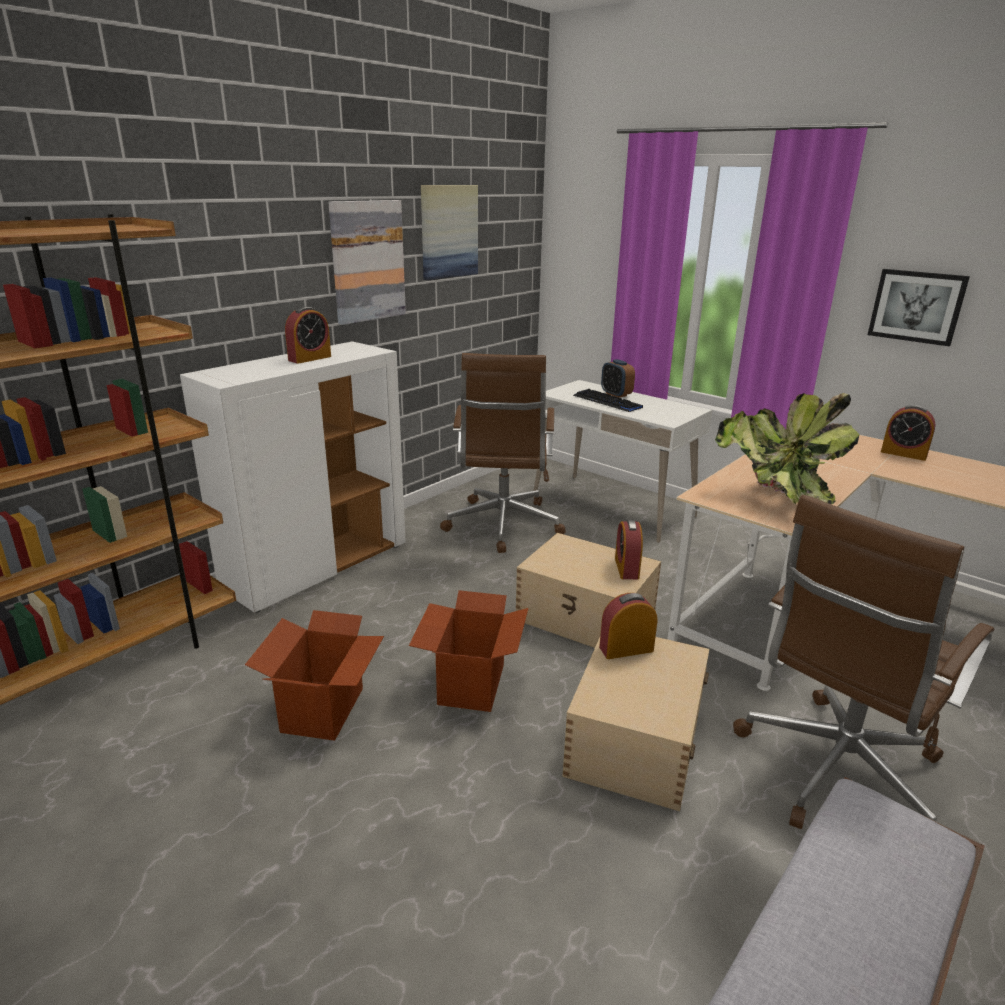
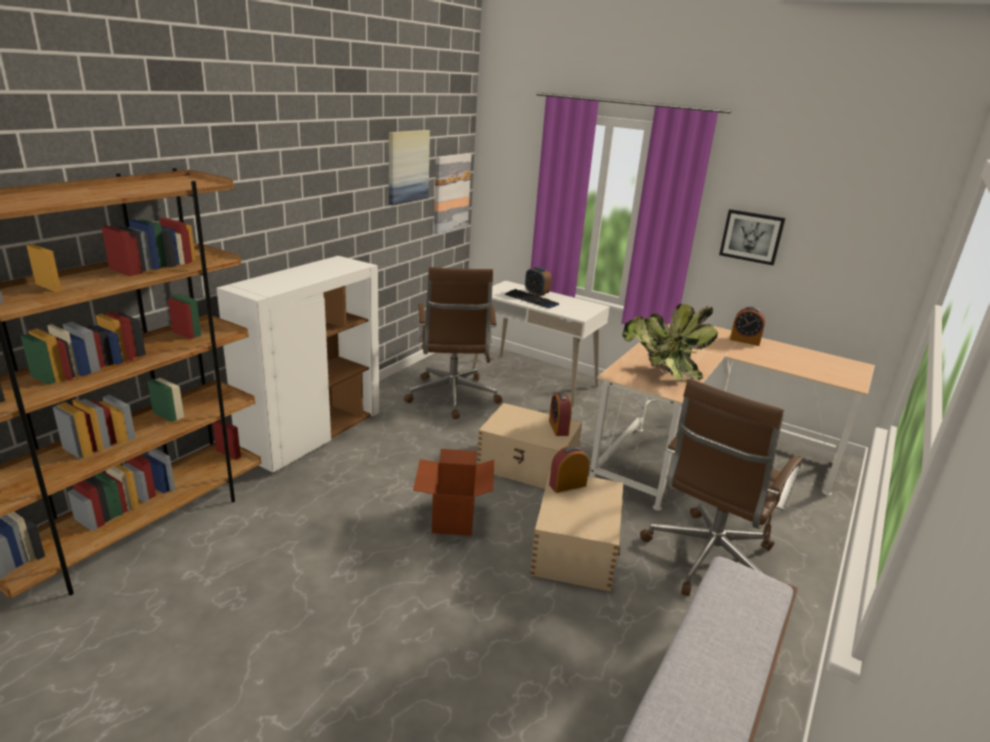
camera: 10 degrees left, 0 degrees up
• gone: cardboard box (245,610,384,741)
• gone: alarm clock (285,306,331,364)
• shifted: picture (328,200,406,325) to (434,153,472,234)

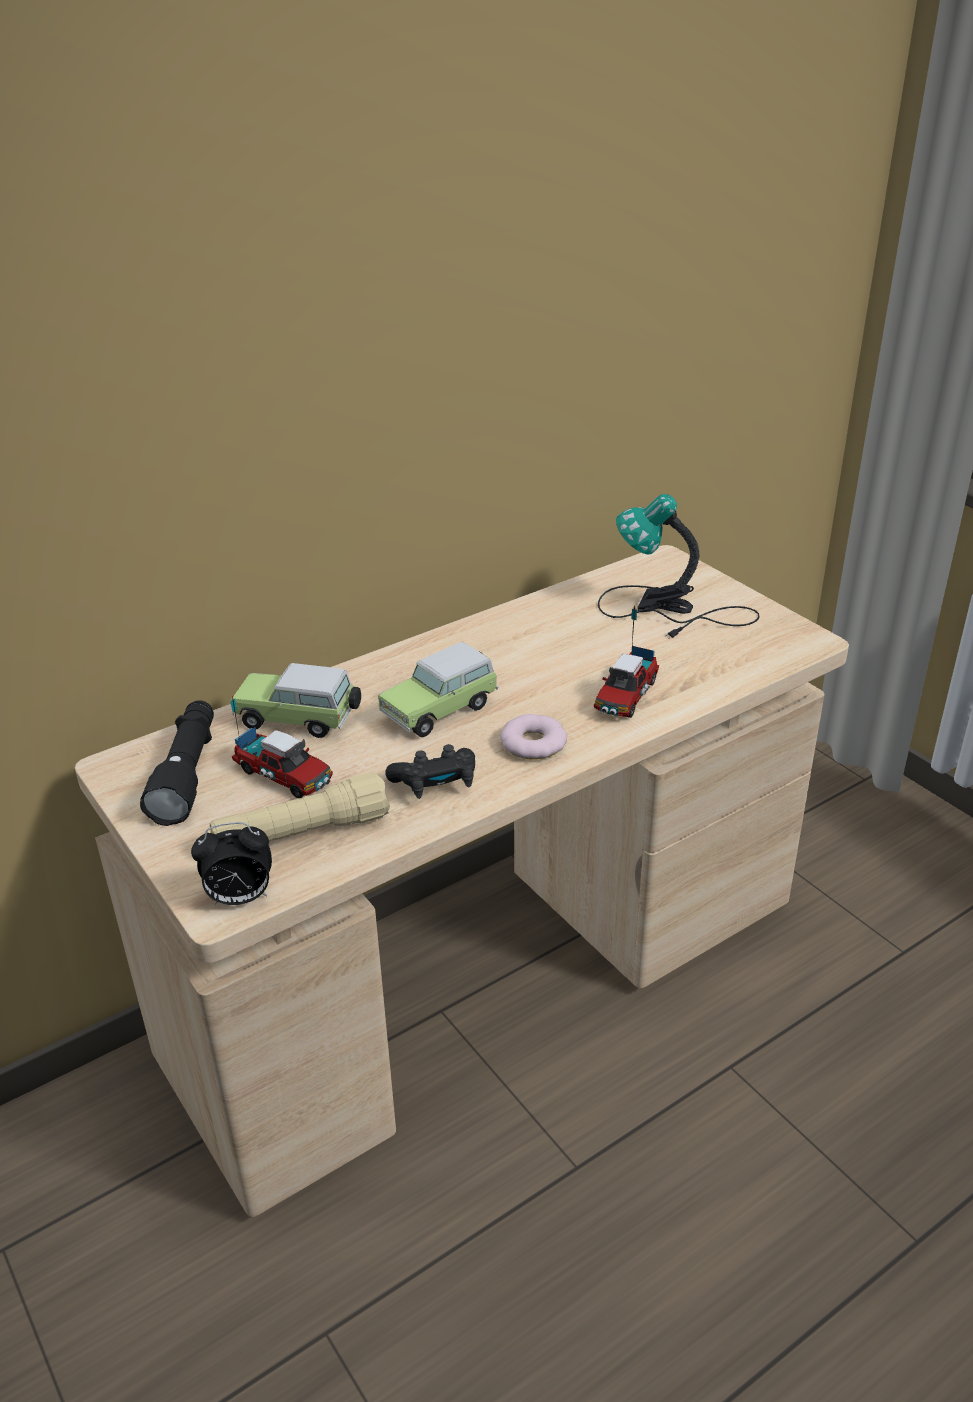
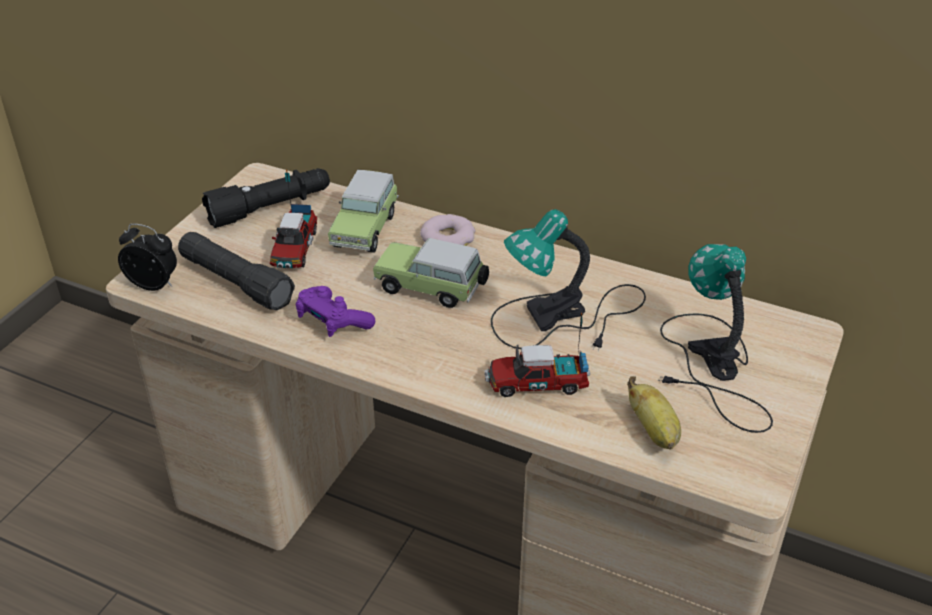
camera: 60 degrees right, 5 degrees up
• rotated: alarm clock (191,822,272,905) = (118,223,177,291) 150 degrees clockwise
• repainted: flashlight in beige (210,772,390,842) to flashlight in black (178,232,295,310)
• rotated: toy car (230,663,361,738) = (328,170,399,253) 150 degrees counterclockwise
• repainted: game controller in black (385,744,475,799) to game controller in purple (296,286,375,337)
• shifted: donut (500,714,567,760) to (420,214,475,246)
• new: table lamp (491,209,646,351)
• new: banana (627,376,681,449)

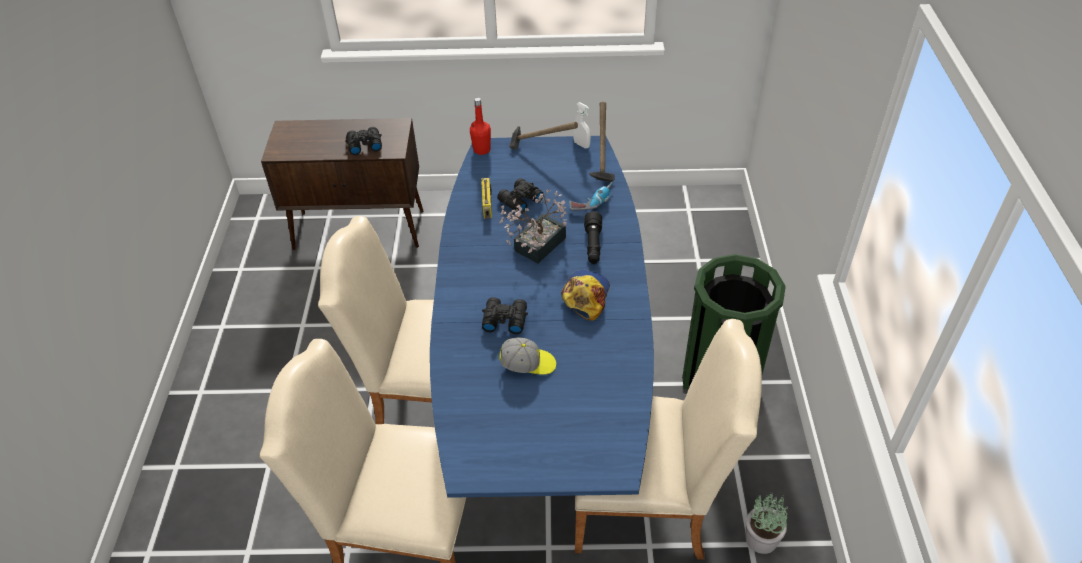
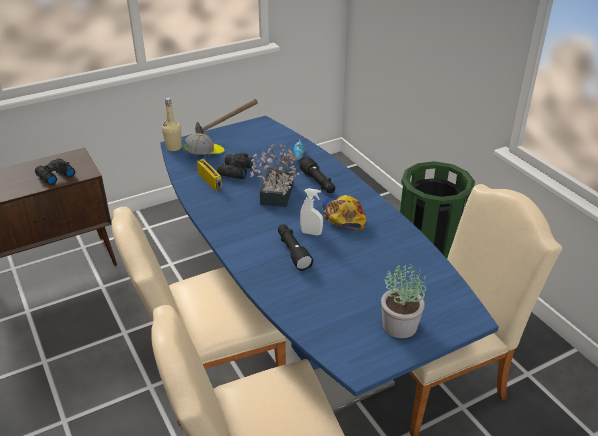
camera: 30 degrees left, 10 degrees down
• repainted: bottle in red (470,98,491,155) to bottle in beige (162,97,182,151)
• swapped: binoculars in black (482,297,528,334) to flashlight in black (278,224,313,271)
• shifted: cap (499,337,556,375) to (184,133,225,155)
• shifted: spray bottle in white (573,102,591,148) to (300,188,323,235)
• gone: hammer (589,102,614,182)
• shifted: potted plant (745,492,788,554) to (381,260,426,338)

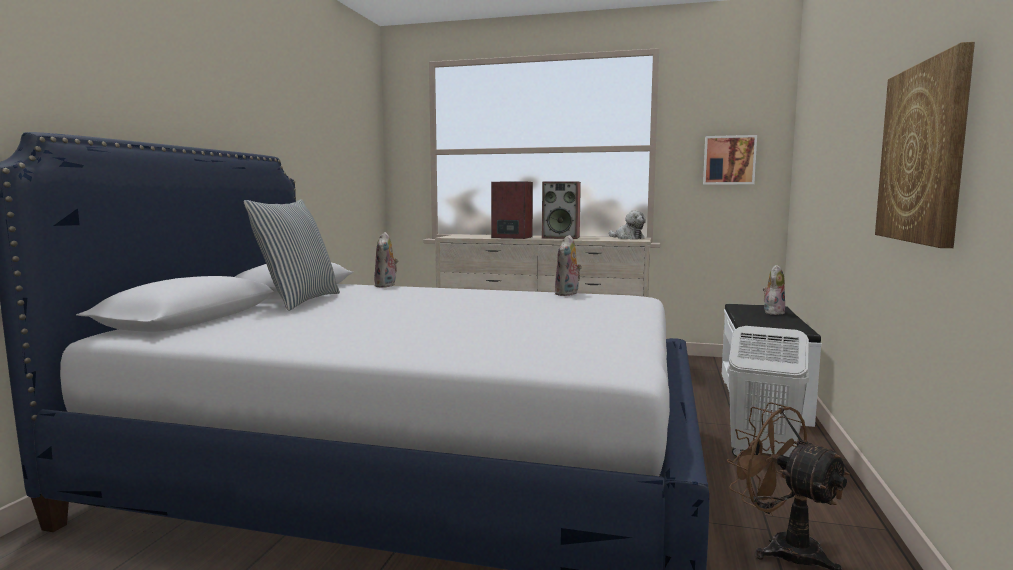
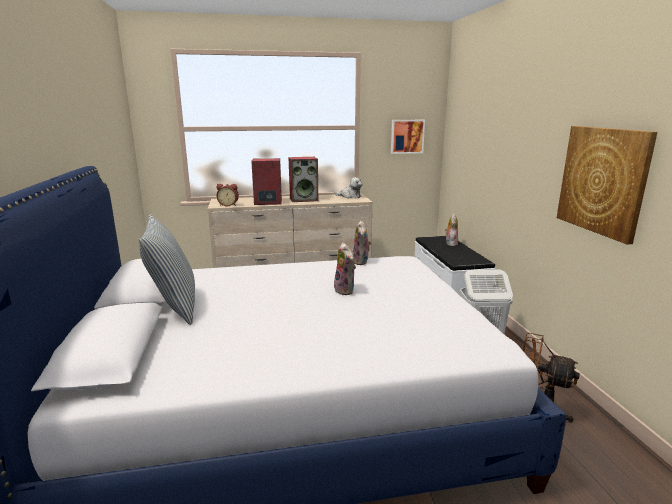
camera: 25 degrees left, 10 degrees up
• shifted: plush toy (374,232,398,288) to (334,242,356,295)
• new: alarm clock (216,184,239,206)

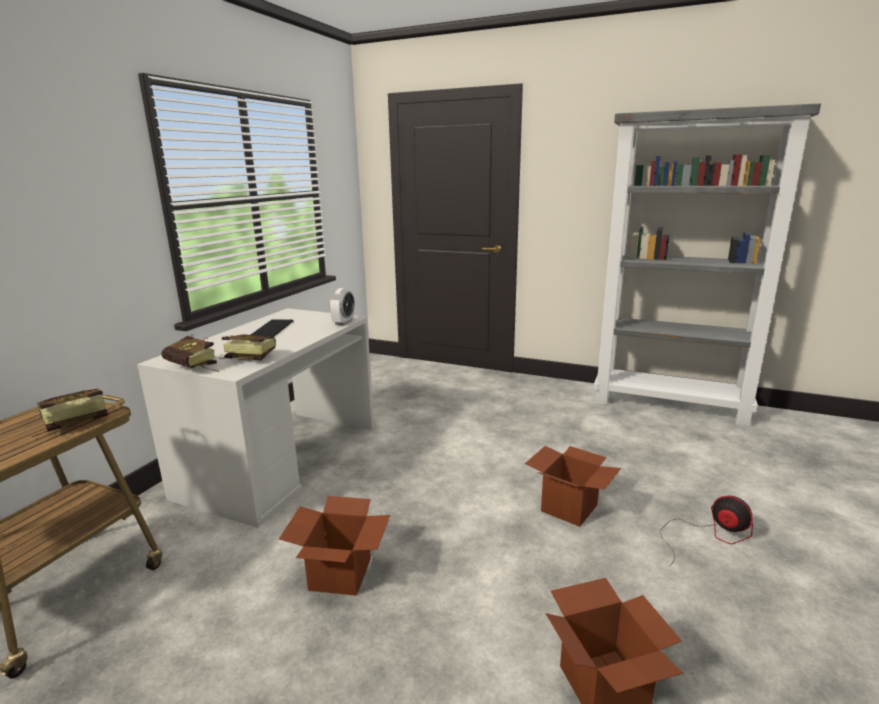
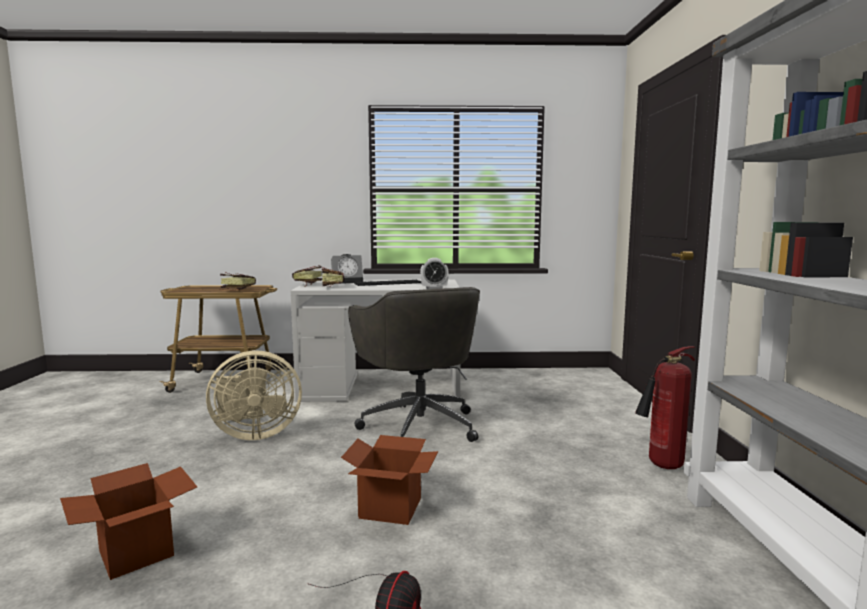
camera: 65 degrees right, 10 degrees down
• swapped: cardboard box (279,496,390,596) to fan in beige (206,351,302,440)
• new: alarm clock (331,254,363,284)
• new: office chair in grey (348,287,480,442)
• new: fire extinguisher (635,346,695,469)

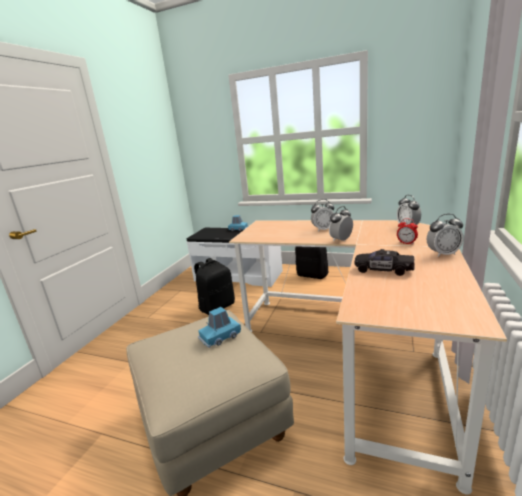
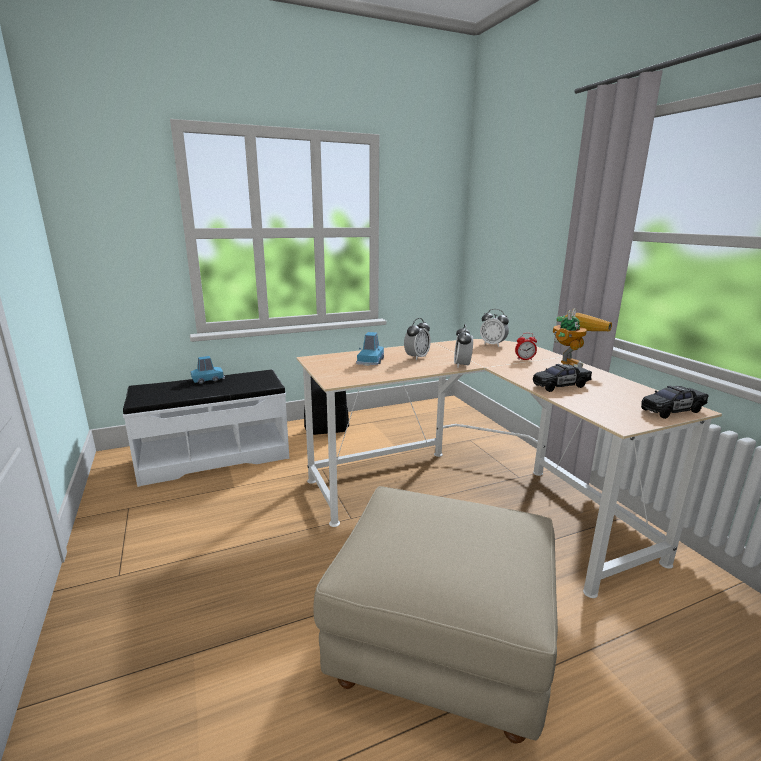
camera: 45 degrees left, 0 degrees up
• gone: backpack in black (194,258,235,315)
• shifted: toy car in blue (198,307,241,348) to (356,332,384,366)
• swapped: alarm clock (426,214,464,257) to toy robot (553,308,612,367)
• new: toy car in black (641,386,709,419)

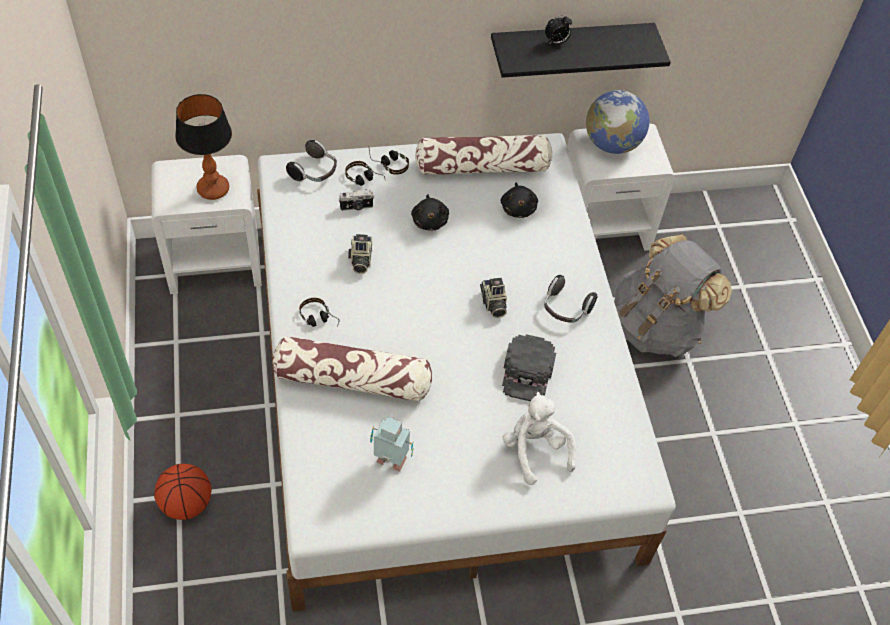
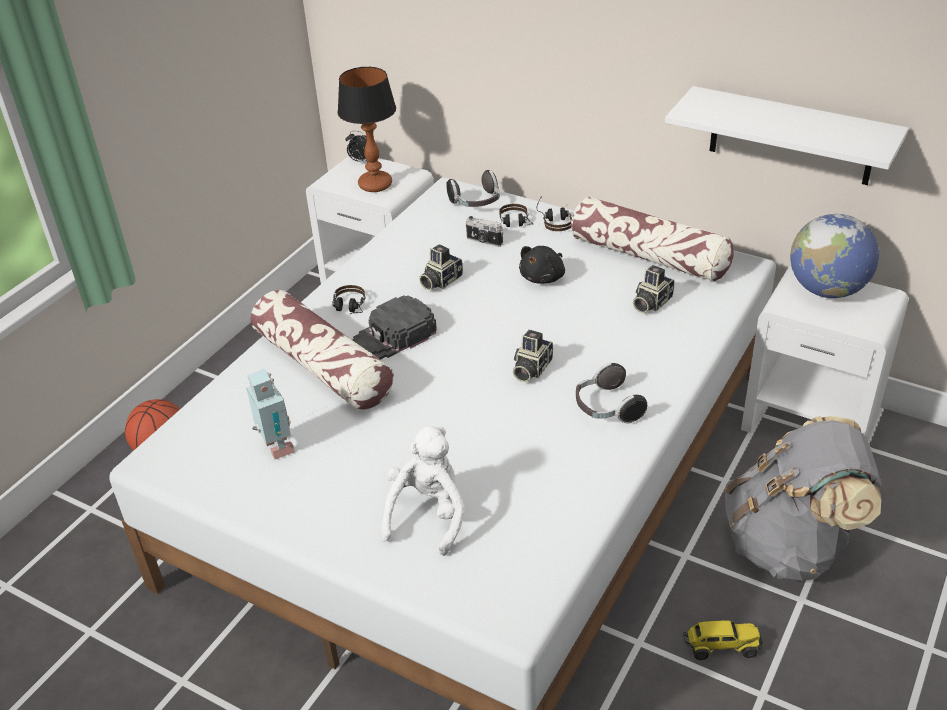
camera: 45 degrees right, 15 degrees down
• repainted: shelf in black (491,23,671,78) to shelf in white (665,86,909,185)
• swapped: plush toy in black (501,182,538,218) to photo camera (633,265,675,313)
• shifted: cap in black (502,334,556,401) to (352,295,437,360)
• shifted: alarm clock (545,15,572,45) to (346,131,368,162)
• new: toy truck (683,620,763,660)

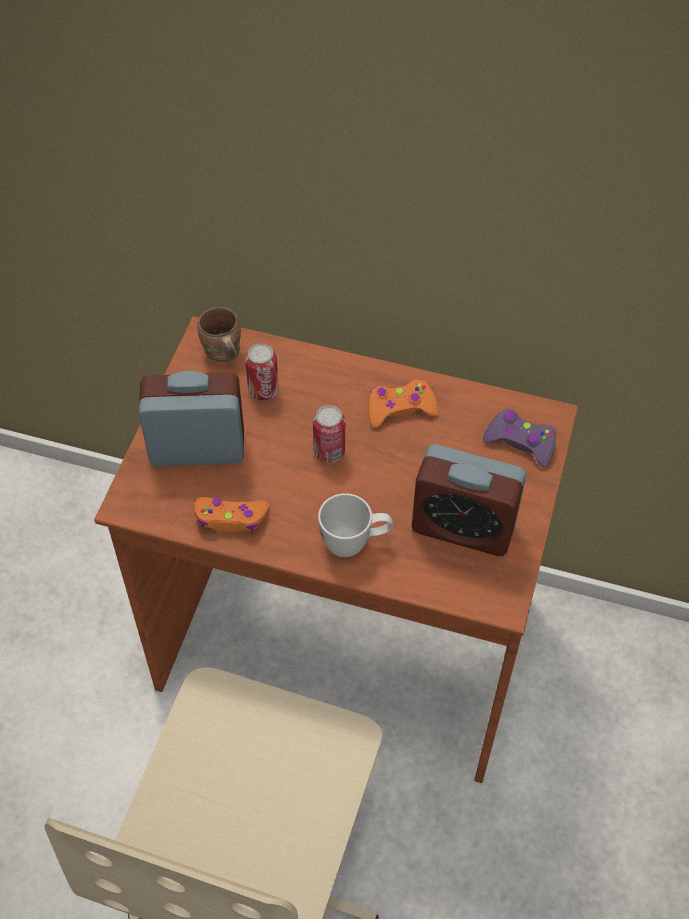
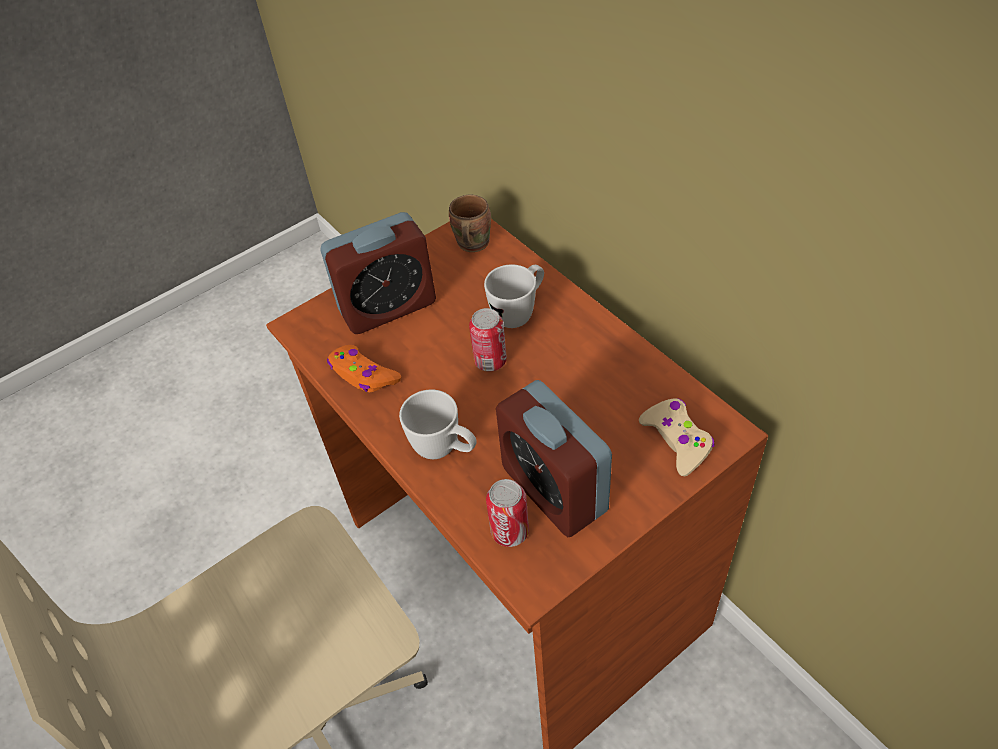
camera: 40 degrees right, 5 degrees down
• rotated: alarm clock (138,370,244,466) = (320,212,436,334) 120 degrees clockwise
• shifted: can (245,343,279,400) to (486,479,529,547)
• gone: game controller in orange (369,379,439,428)
• repainted: game controller in purple (483,409,556,468) to game controller in beige (639,398,715,476)
• new: mug in white (484,264,544,328)

